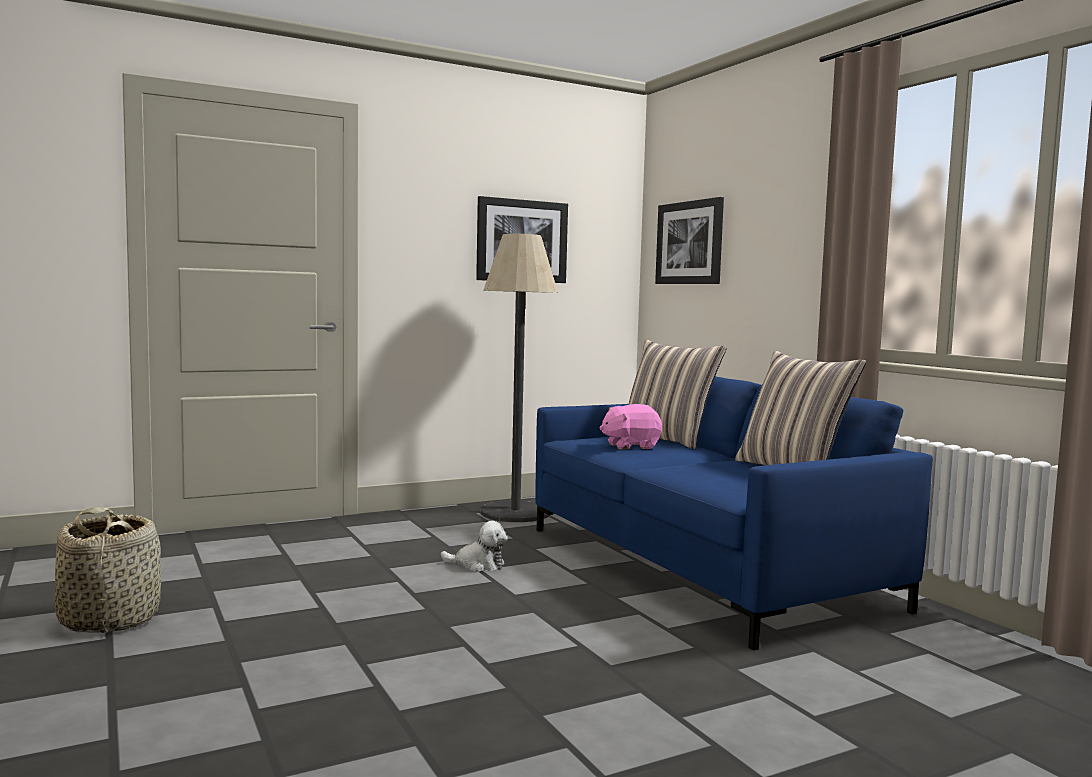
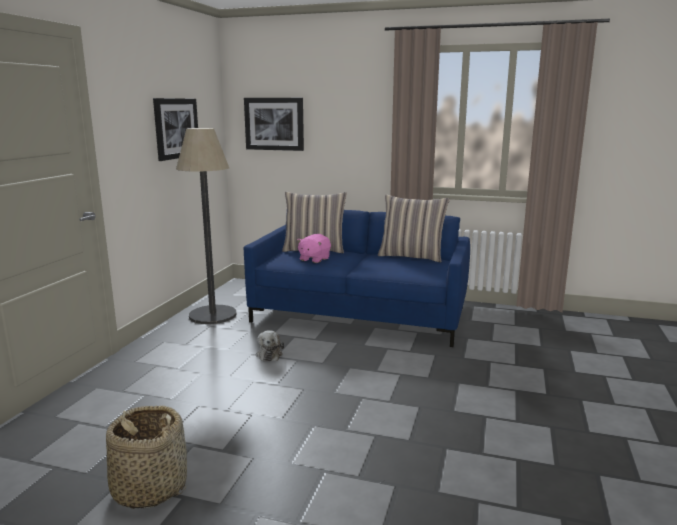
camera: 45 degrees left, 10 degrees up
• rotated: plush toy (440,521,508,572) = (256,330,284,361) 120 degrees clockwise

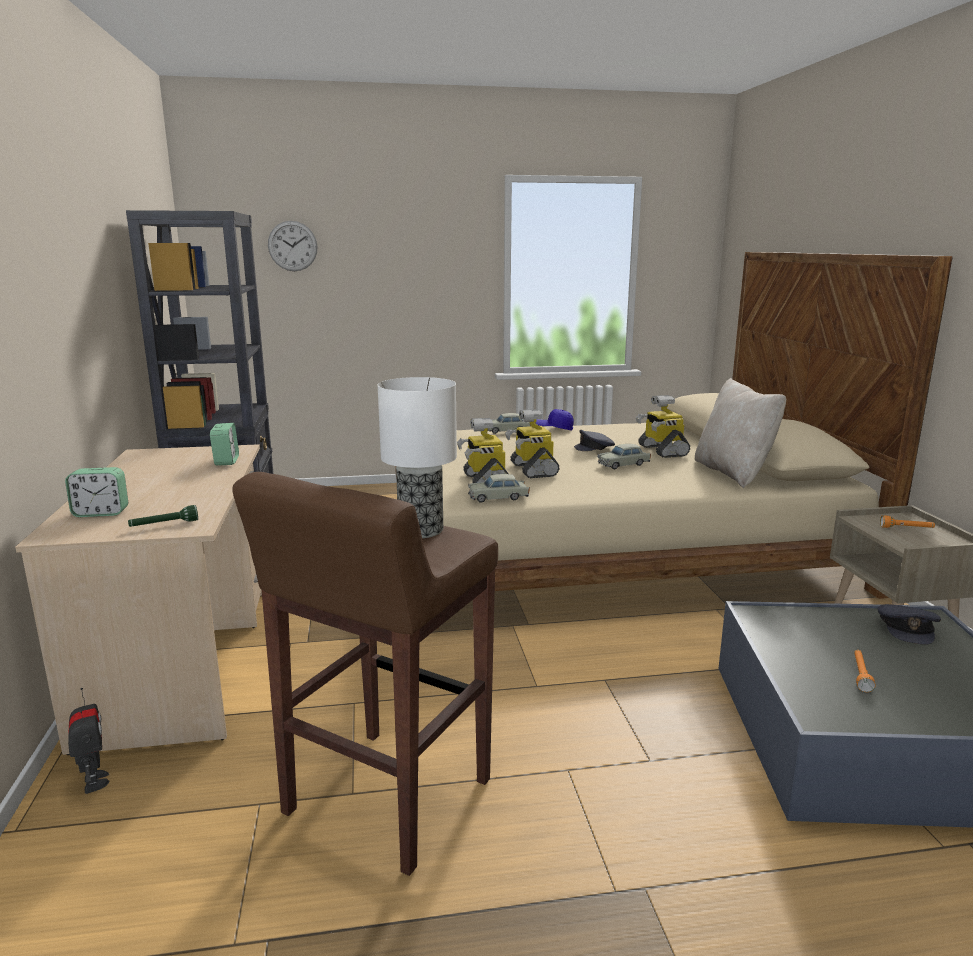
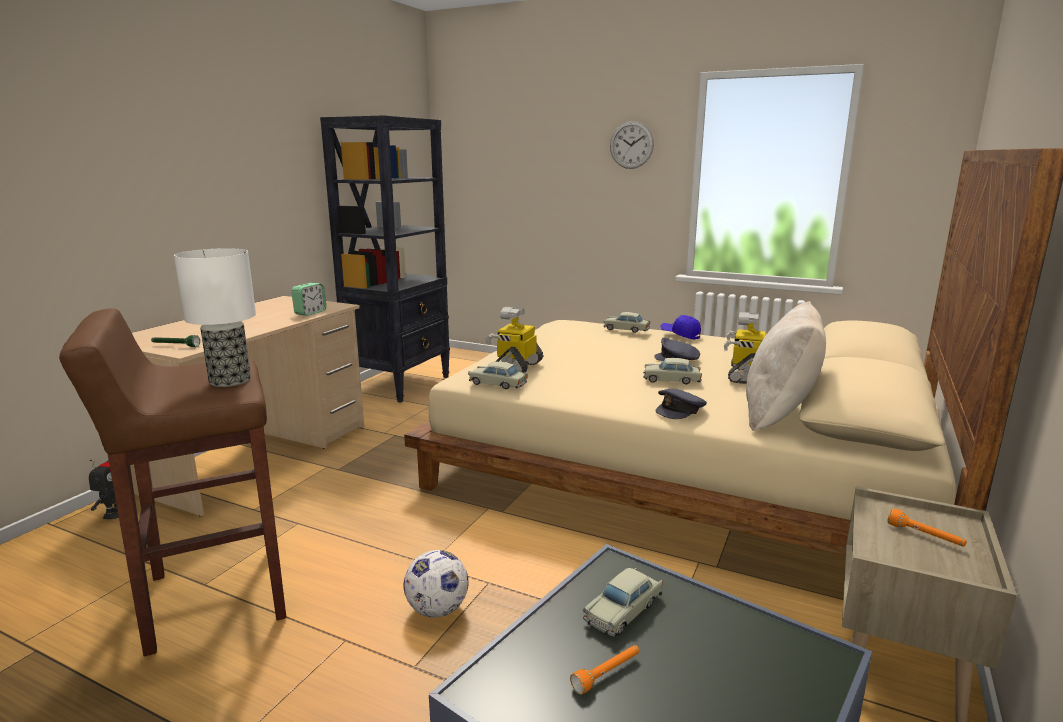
camera: 35 degrees right, 0 degrees up
• gone: alarm clock (65,467,128,517)
• shifted: wall clock (268,221,318,271) to (610,121,654,169)
• gone: toy robot (505,409,559,478)
• shifted: cap in grey (878,604,941,645) to (656,389,707,419)
• new: football (404,550,469,617)
• new: toy car in beige (583,568,663,637)

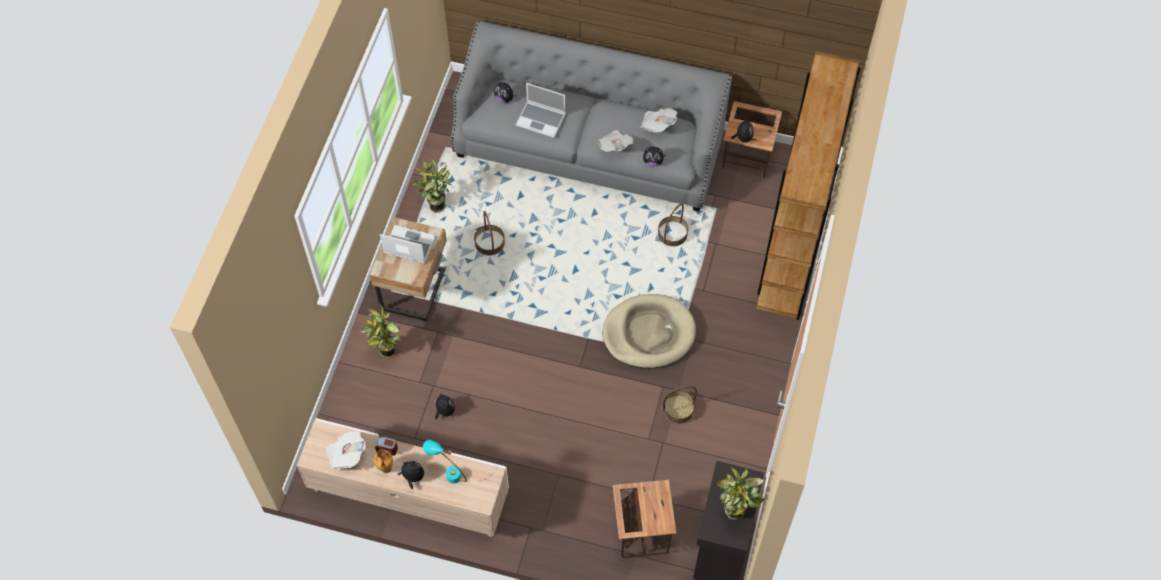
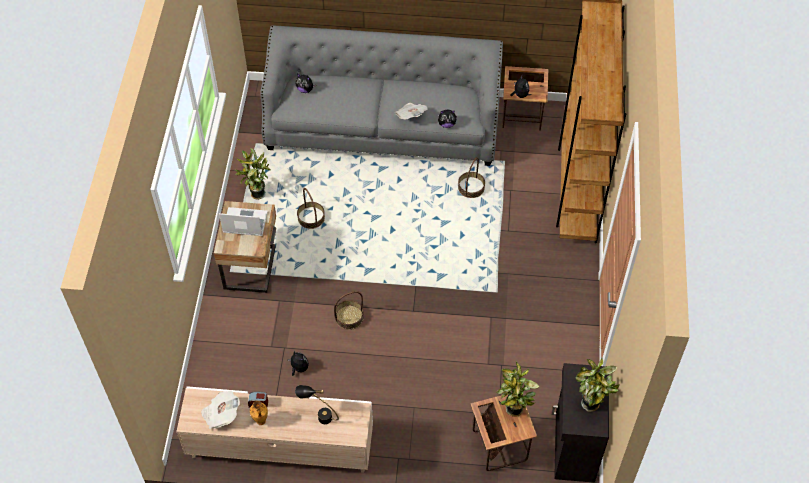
camera: 10 degrees left, 5 degrees down
• shifted: potted plant (359,304,401,358) to (496,361,539,417)
• gone: plush toy (398,461,424,489)
• repainted: table lamp in turquoise (423,440,467,484) to table lamp in black (295,385,339,424)
• gone: laptop (516,83,566,138)
• gone: dog bed in beige (602,294,696,369)
• gone: newspaper (640,108,678,133)
• shifted: basket (662,386,697,424) to (334,291,364,330)

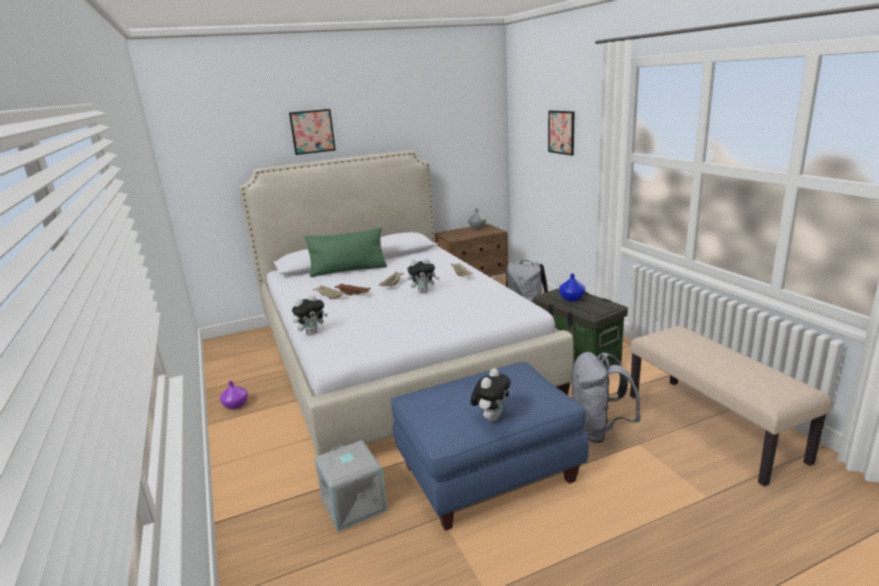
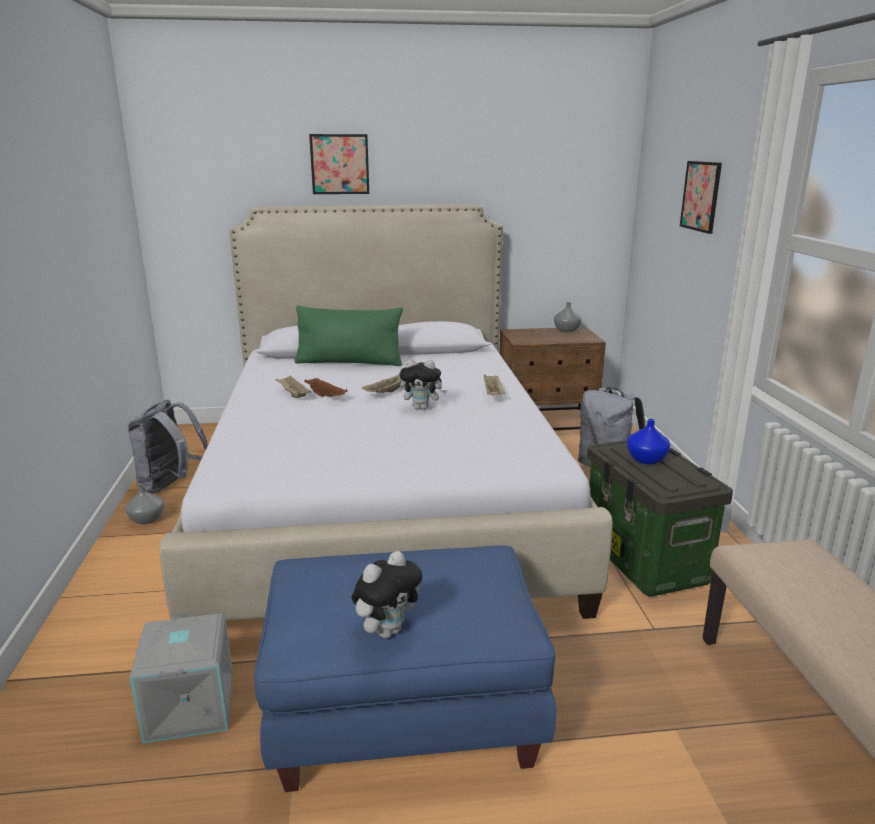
camera: 15 degrees right, 0 degrees up
• repainted: vase in purple (220,381,248,410) to vase in grey (125,485,164,524)
• gone: plush toy (292,295,328,335)
• shifted: backpack in grey (571,352,641,443) to (128,400,208,493)

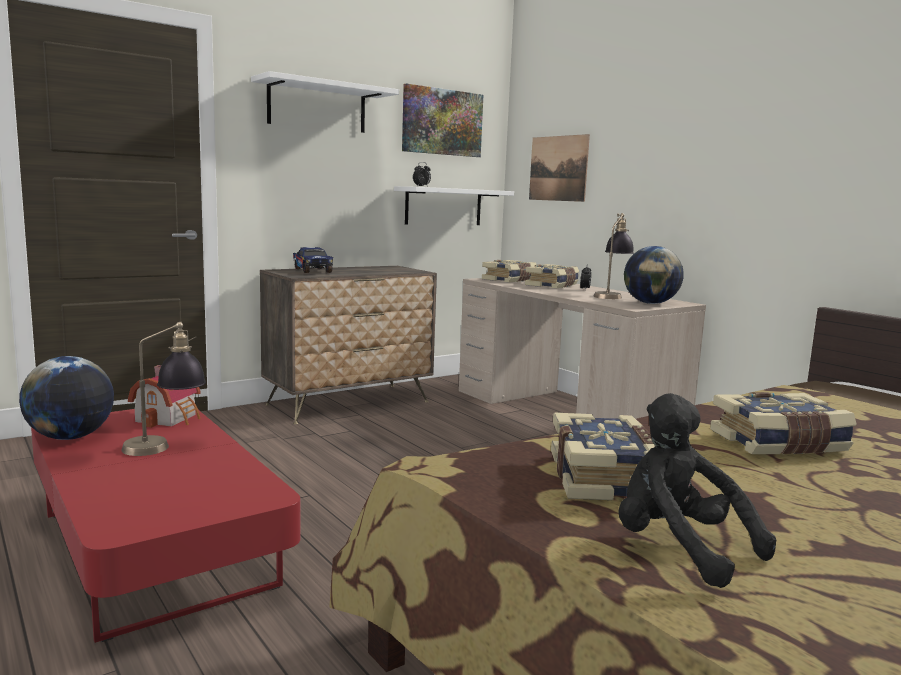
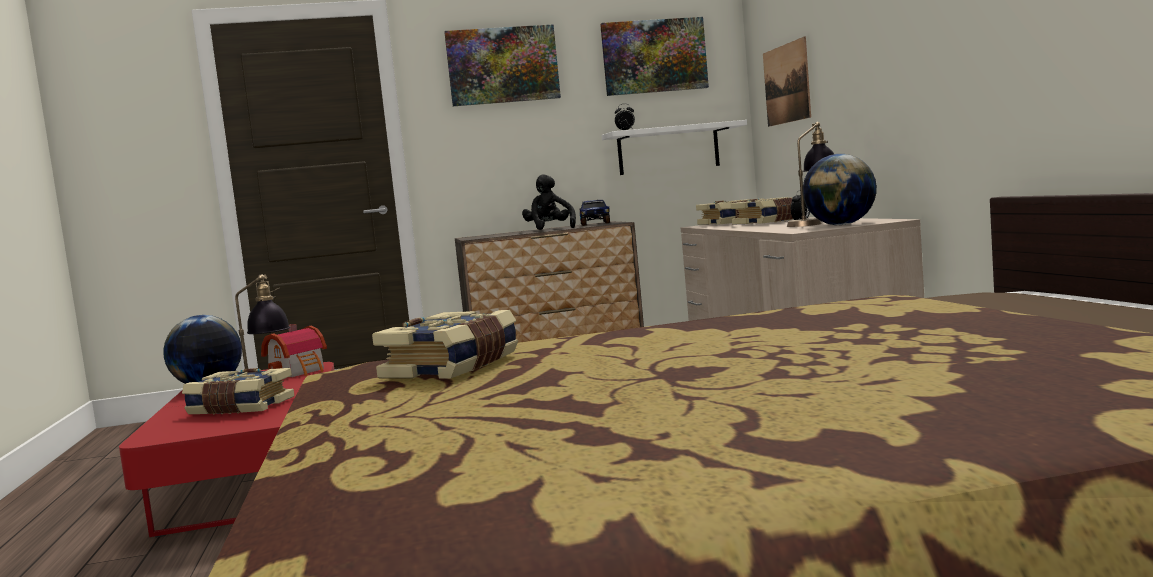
camera: 25 degrees right, 5 degrees down
• swapped: shelf in white (251,71,399,133) to picture (444,24,561,106)
• shifted: toy truck (293,247,333,273) to (579,200,610,226)
• shifted: plush toy in black (618,393,776,588) to (522,174,576,230)
• shifted: book (710,392,857,454) to (182,368,294,414)

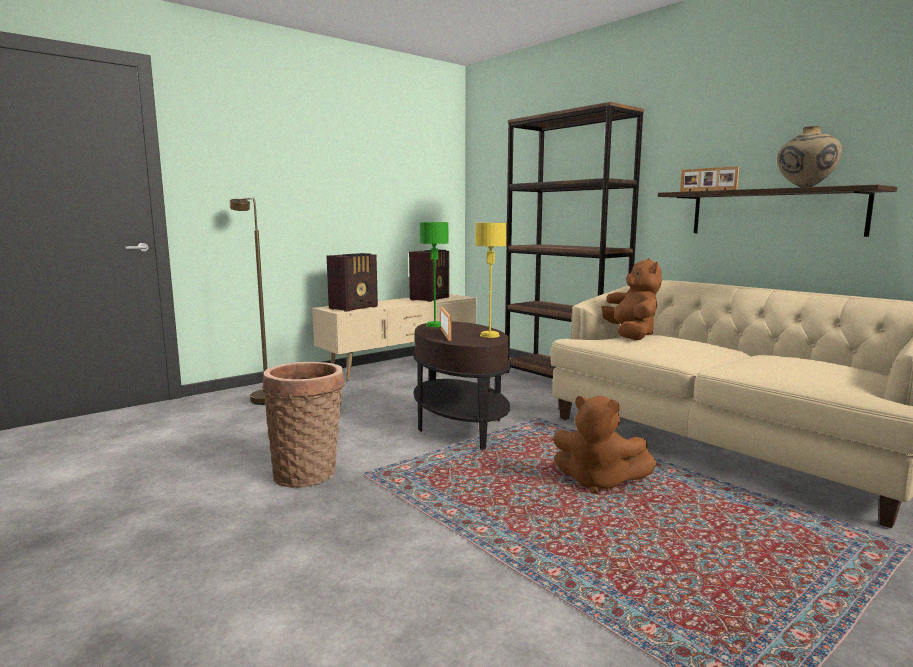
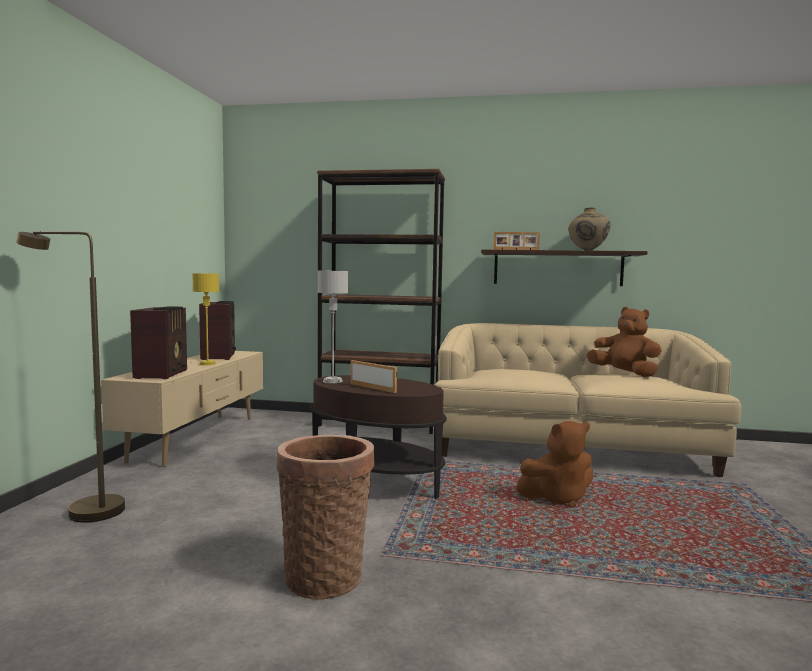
camera: 40 degrees left, 5 degrees down
• repainted: table lamp in green (420,222,449,327) to table lamp in grey (317,270,349,383)
• shifted: table lamp in yellow (475,223,507,338) to (192,273,219,365)
• shifted: plush toy in brown (601,258,662,340) to (587,307,662,377)

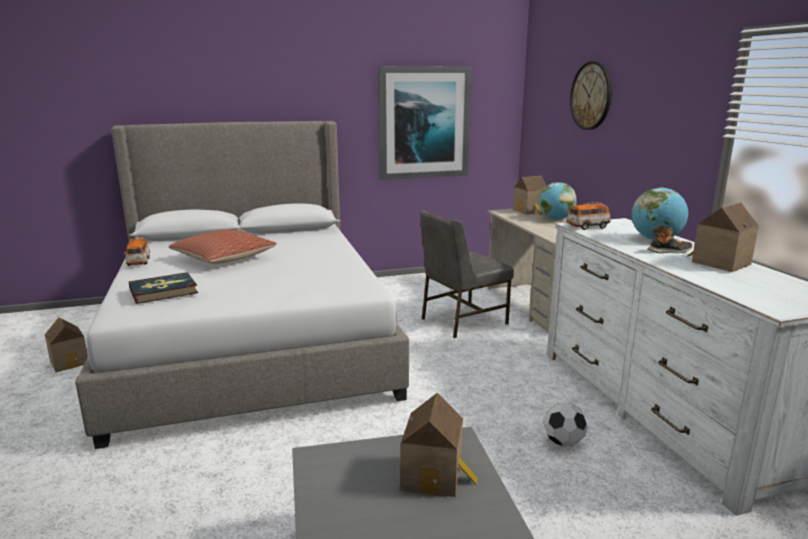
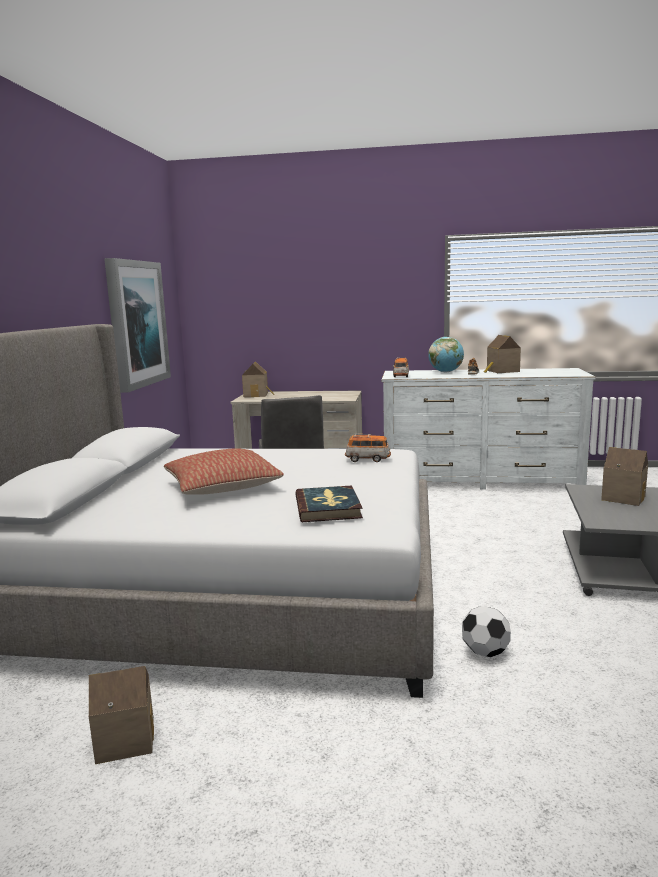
camera: 65 degrees left, 5 degrees down
• shifted: toy car (124,237,150,266) to (345,434,391,462)
• gone: globe (539,182,577,220)
• shifted: football (543,403,588,446) to (462,606,511,657)
• gone: wall clock (570,61,612,130)

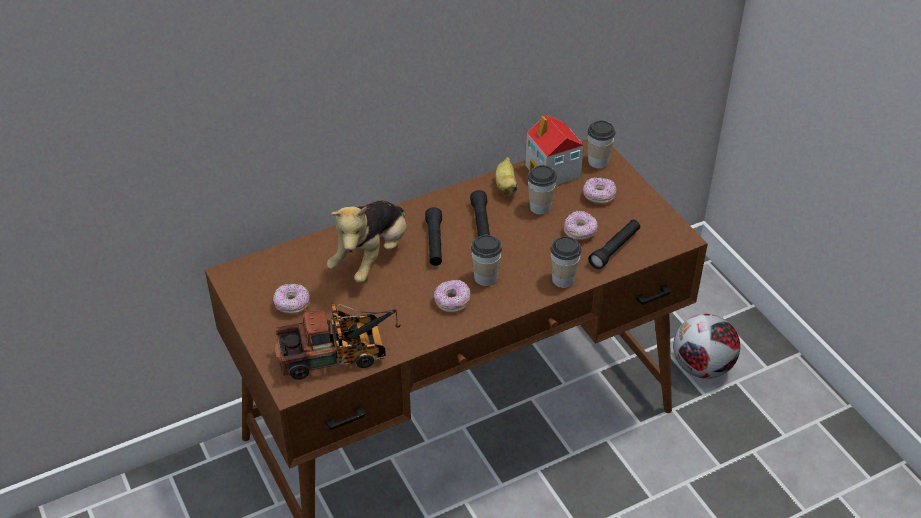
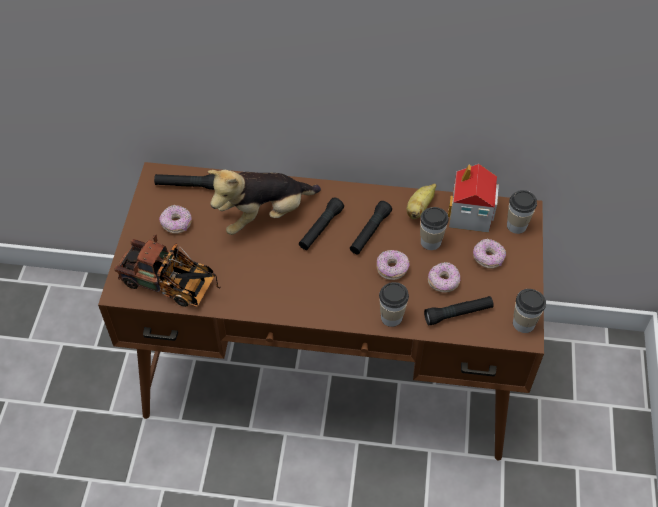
camera: 35 degrees right, 10 degrees up
• shifted: donut (434,280,470,313) to (376,250,409,280)
• shifted: cup (471,235,502,286) to (513,289,546,333)
• gone: football (673,314,740,379)
• new: flashlight in black (154,174,215,190)

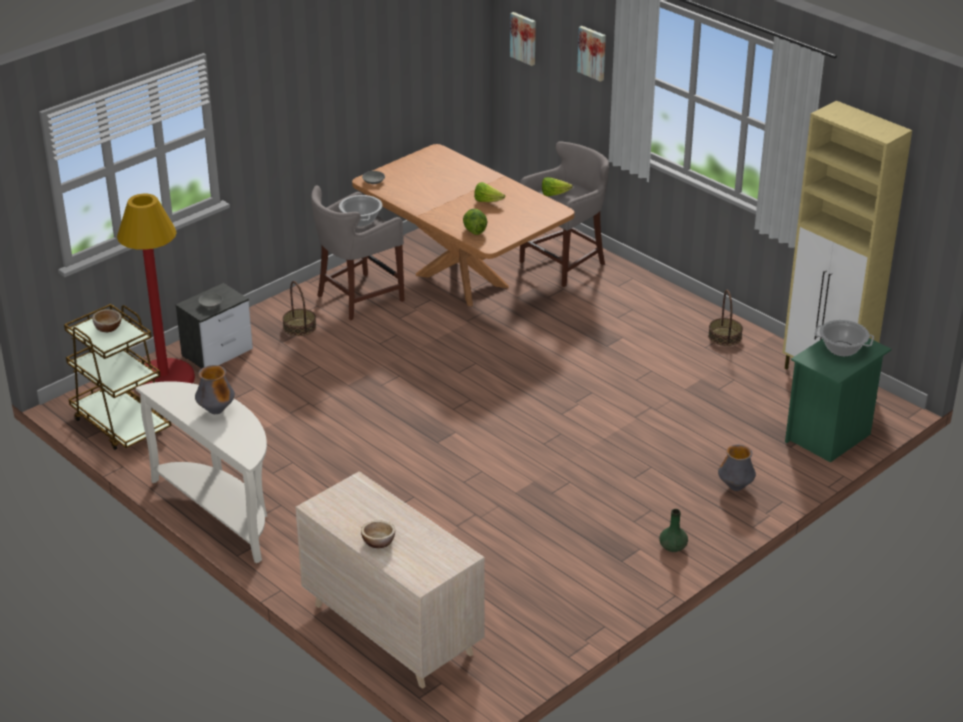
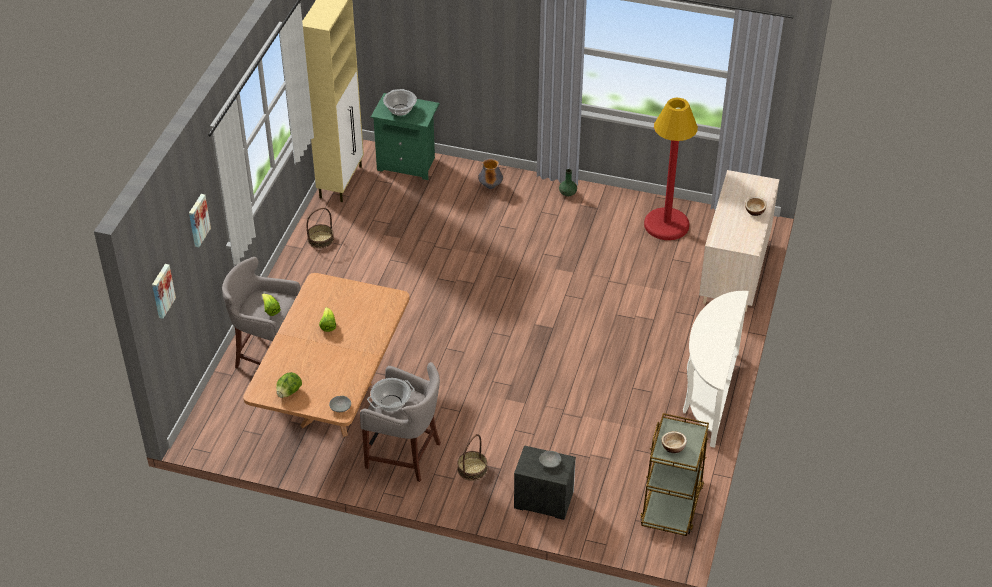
camera: 120 degrees left, 10 degrees up
• shifted: floor lamp in red (117,194,195,385) to (644,98,698,240)
• gone: vase (195,365,235,414)
• shifted: lettuce (463,209,488,235) to (276,372,302,398)

